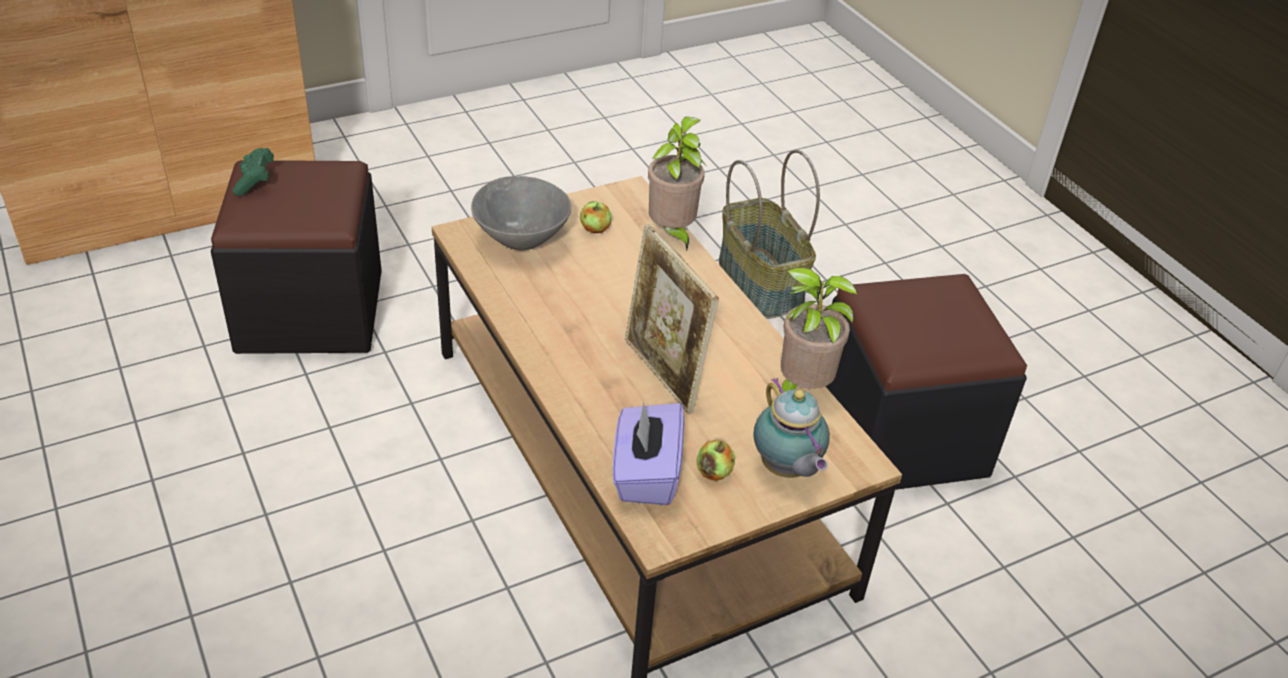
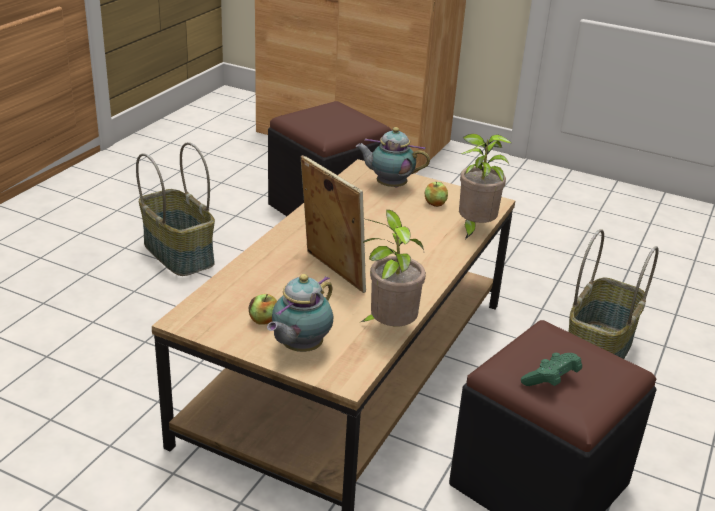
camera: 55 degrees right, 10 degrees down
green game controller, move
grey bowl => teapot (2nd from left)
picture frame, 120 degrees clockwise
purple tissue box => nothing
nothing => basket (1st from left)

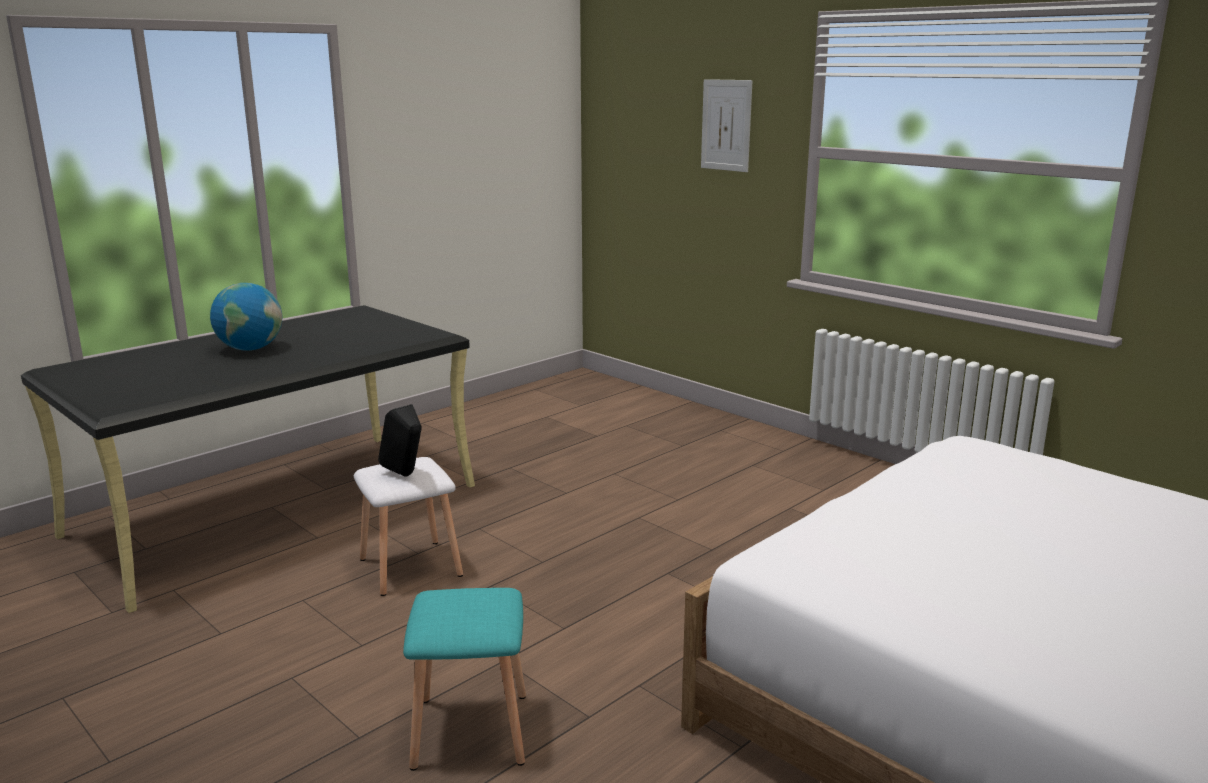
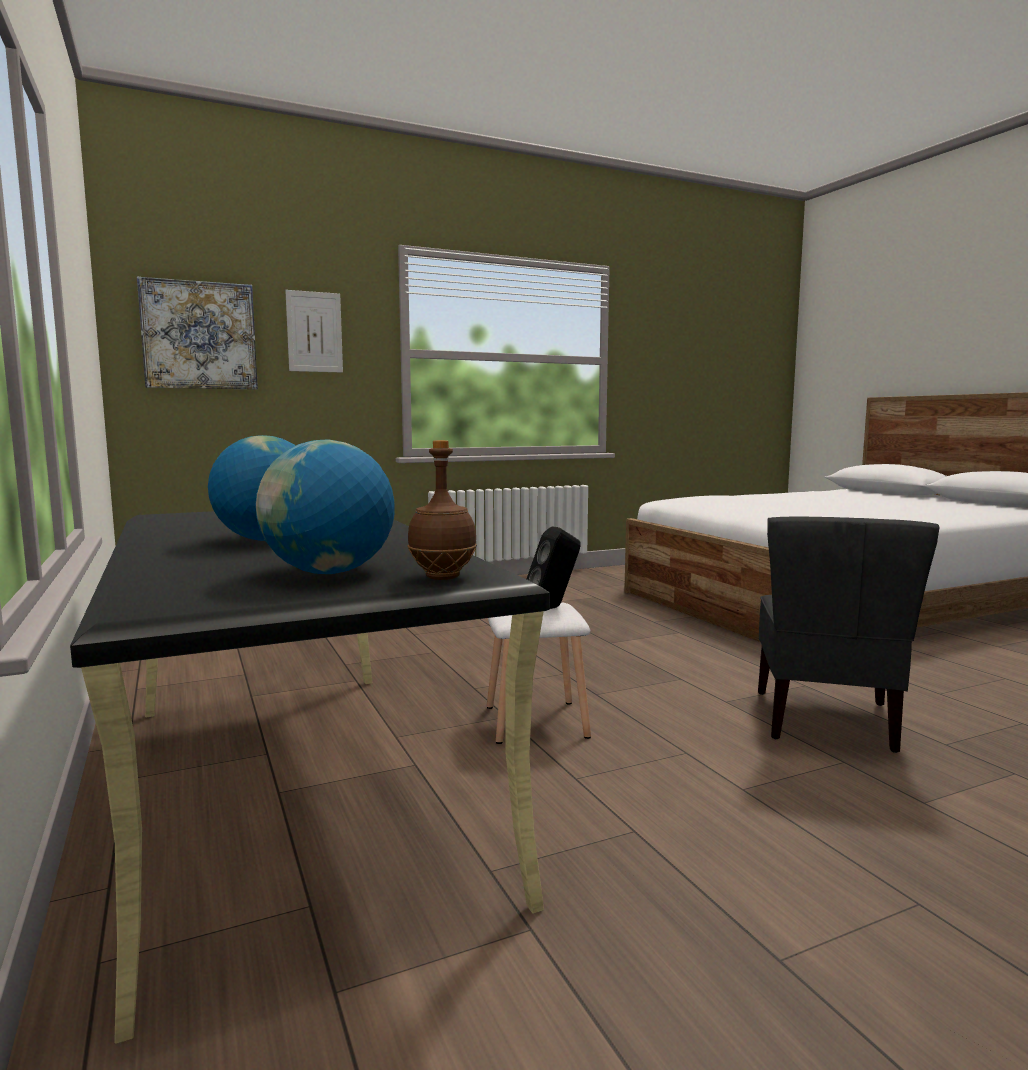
camera: 70 degrees left, 10 degrees down
turquoise stool => grey chair
nothing => picture (1st from left)
nothing => globe (2nd from left)
nothing => brown bottle

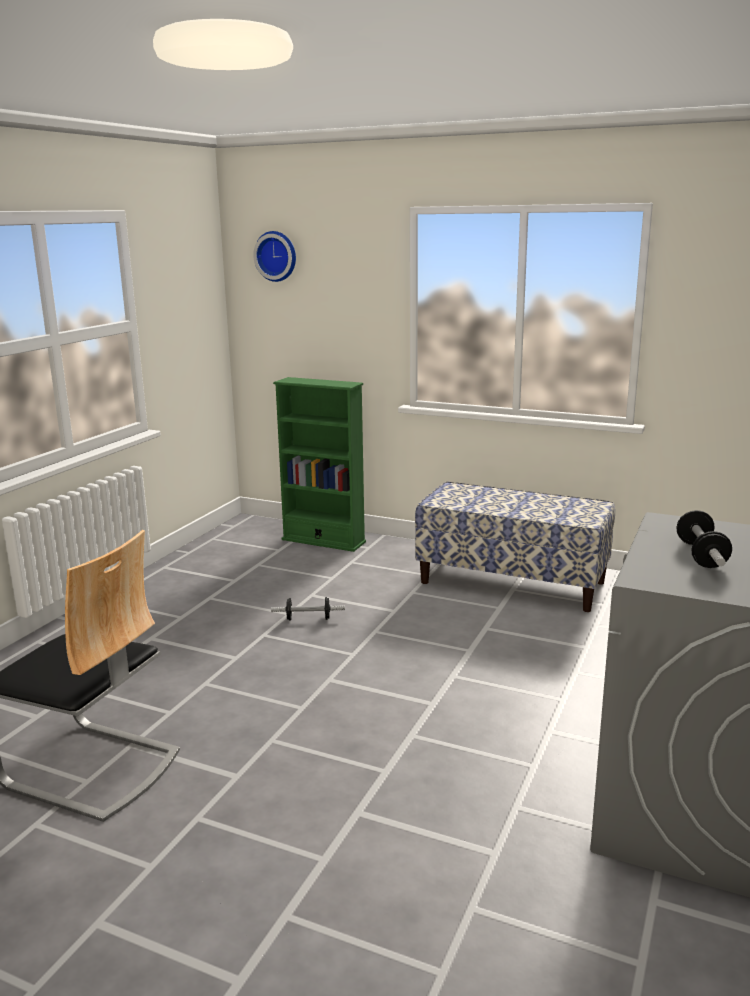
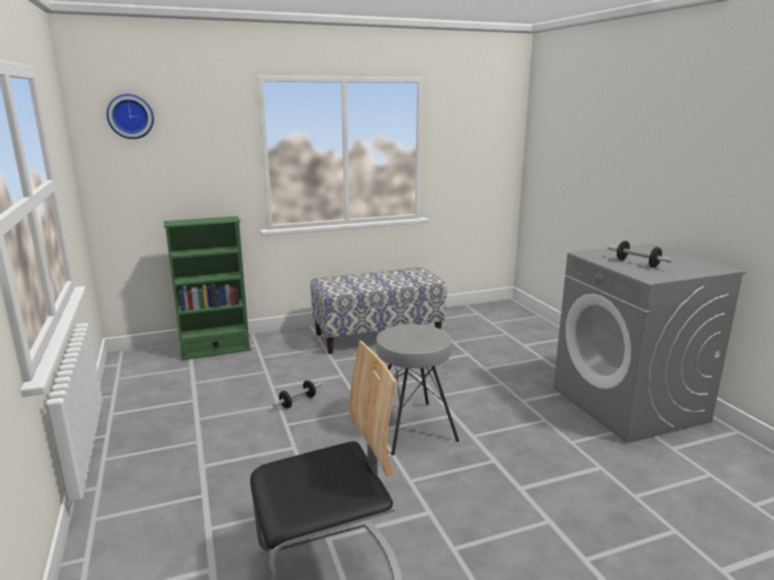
camera: 45 degrees left, 0 degrees up
nothing => grey stool

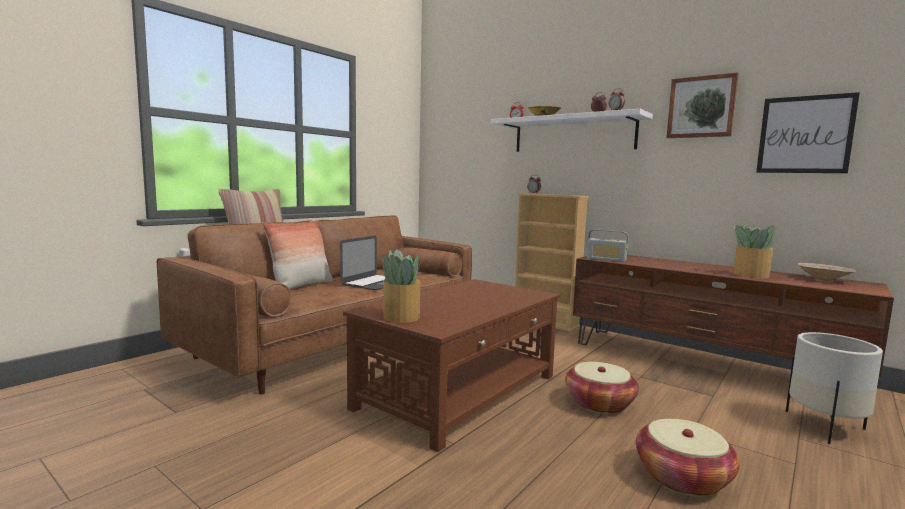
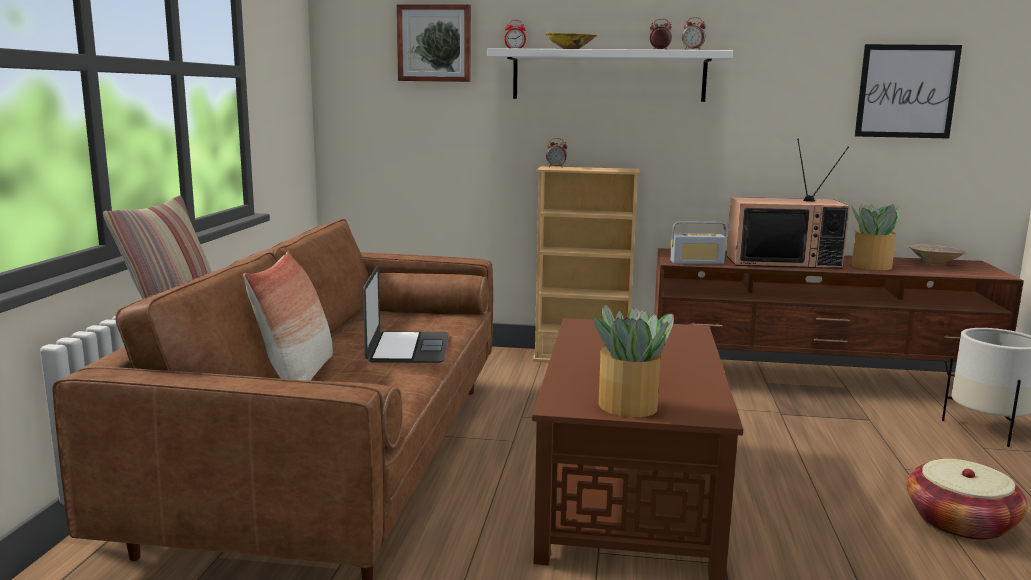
camera: 30 degrees left, 5 degrees up
picture (1st from left), move
basket (1st from left) => nothing
nothing => television

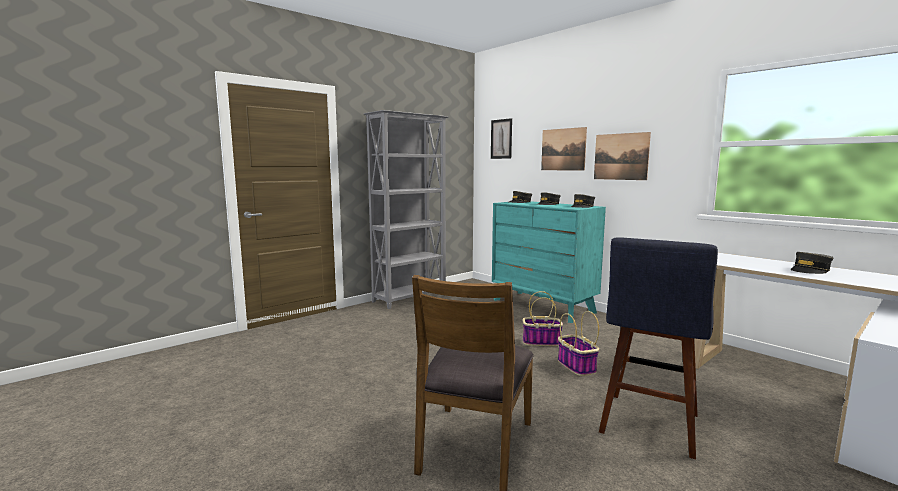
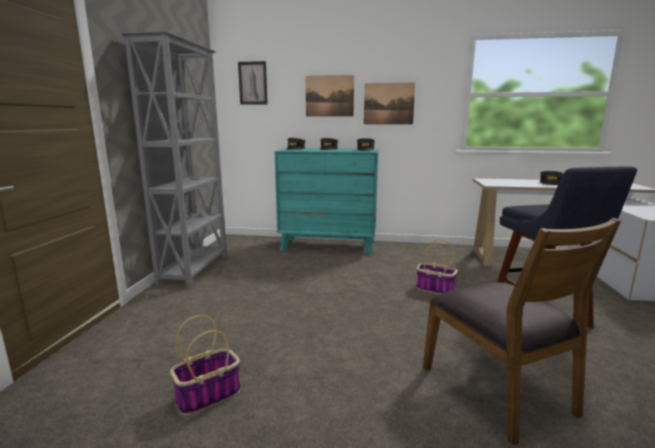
camera: 40 degrees left, 5 degrees up
basket (1st from left), move

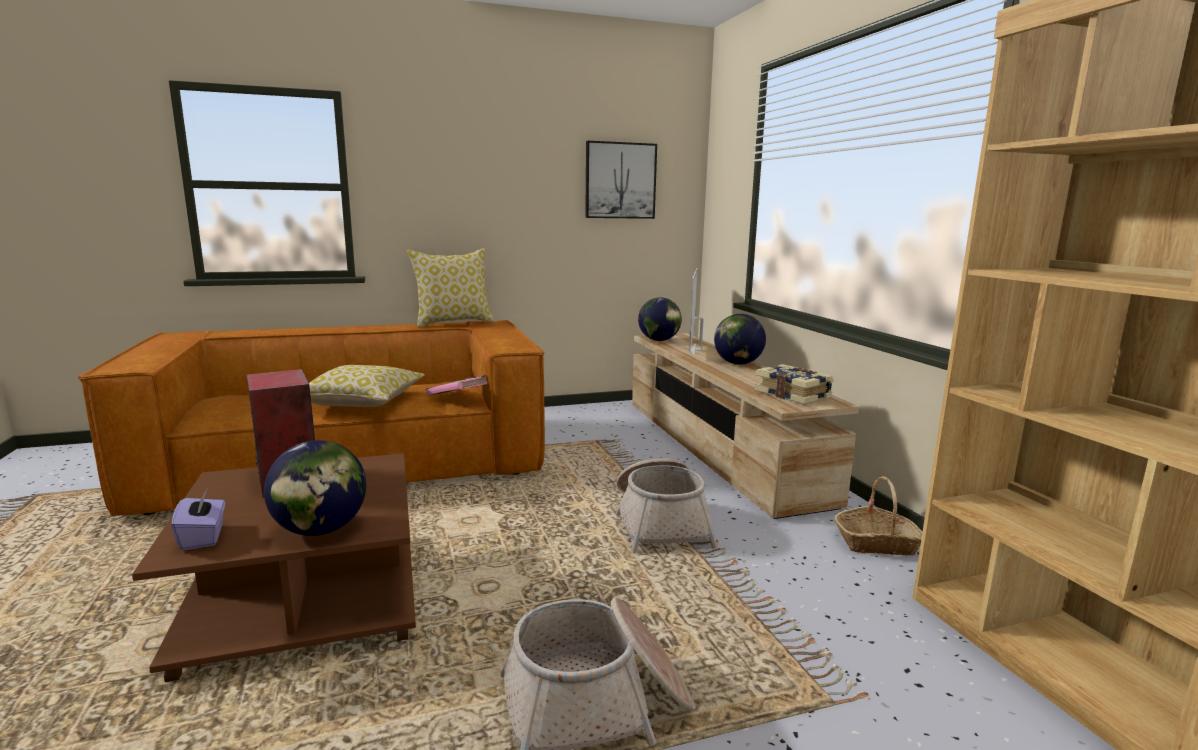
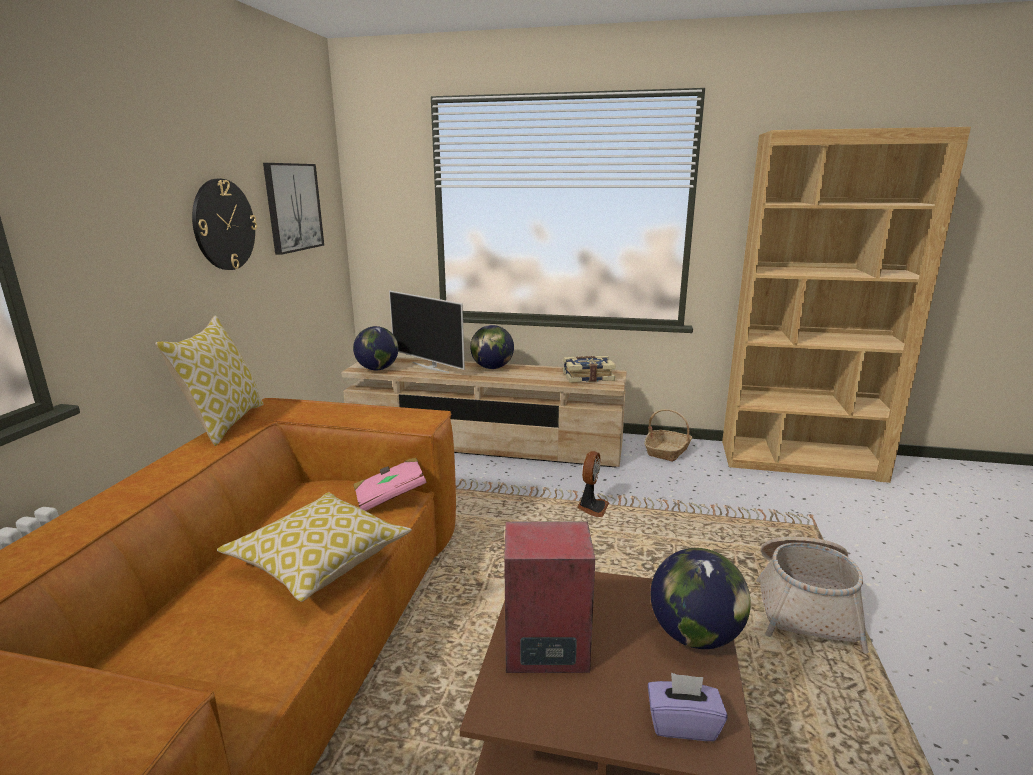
camera: 60 degrees left, 5 degrees up
basket (2nd from left) => fan
nothing => wall clock

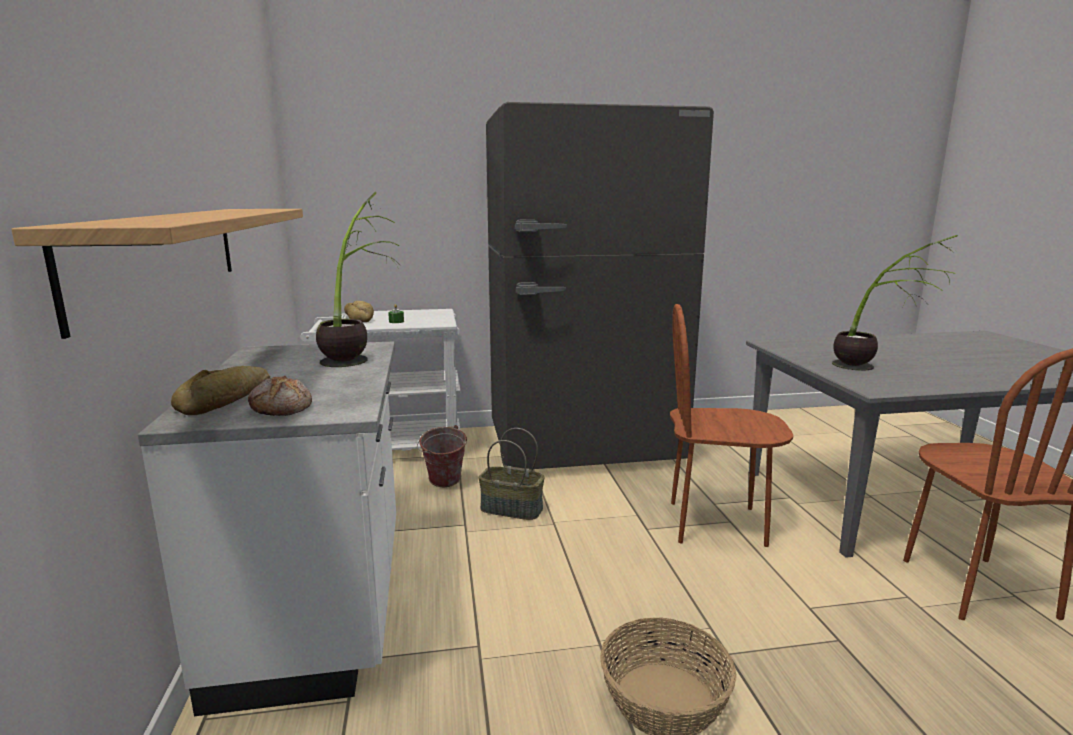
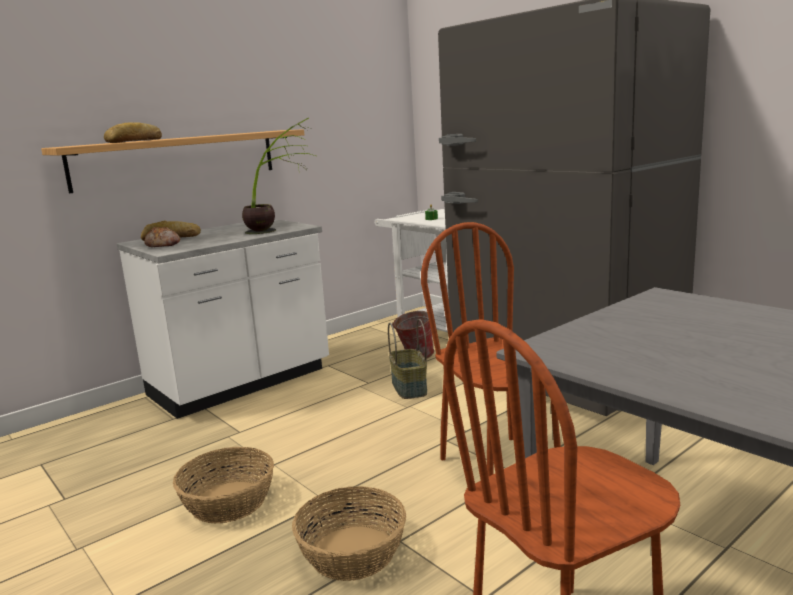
camera: 60 degrees right, 0 degrees up
potted plant (2nd from left) => nothing
bread (3rd from left in the first image) => bread (1st from left), move
nothing => basket (2nd from left)

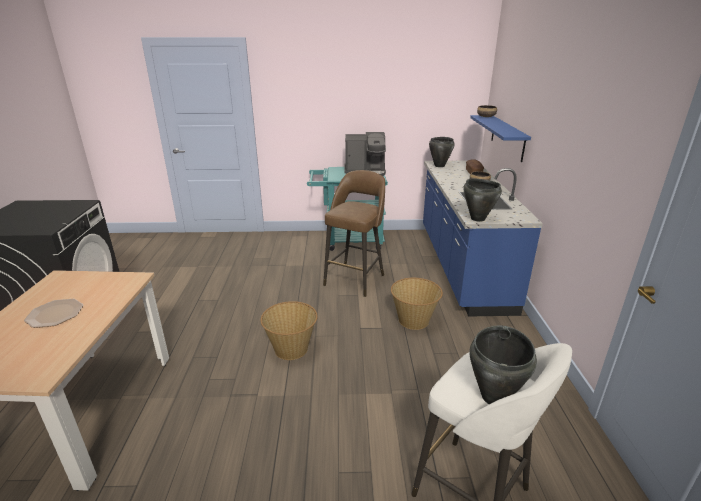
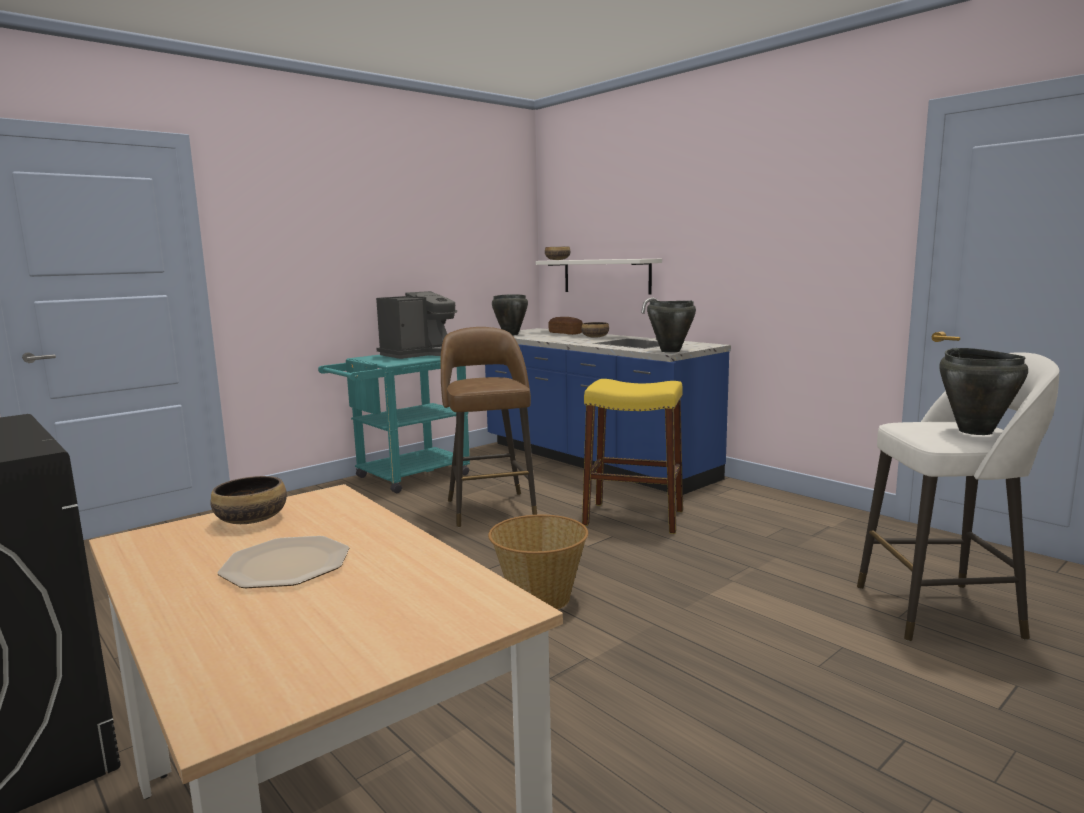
camera: 40 degrees left, 15 degrees down
blue shelf => white shelf
basket (2nd from left) => yellow stool
nothing => bowl (1st from left)

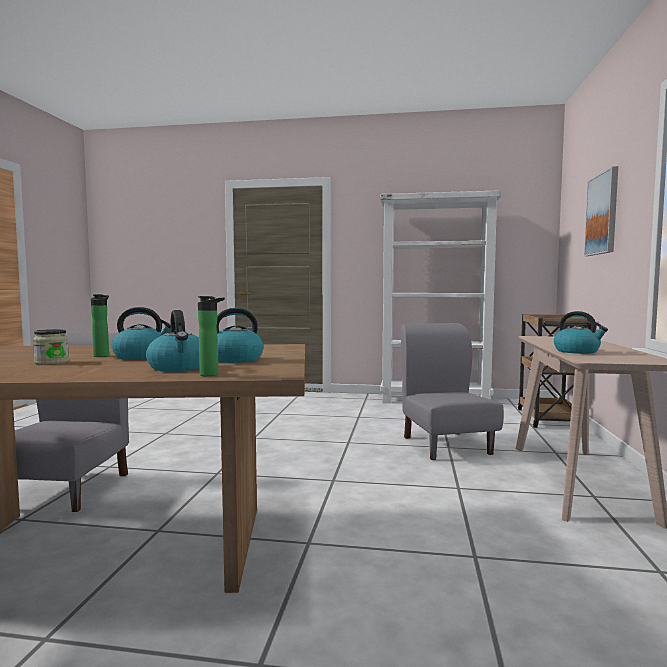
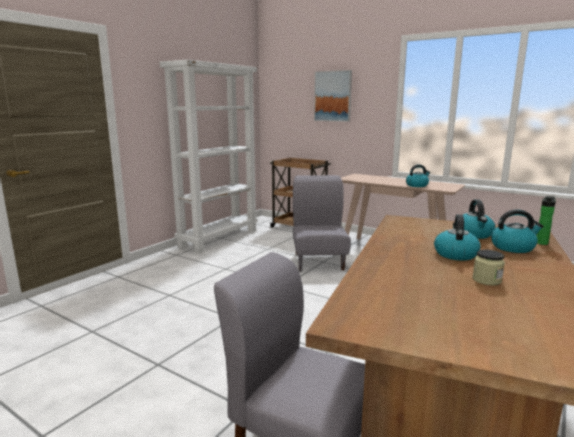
camera: 65 degrees left, 10 degrees up
bottle (1st from left) => nothing
grey chair (2nd from left), 75 degrees clockwise

